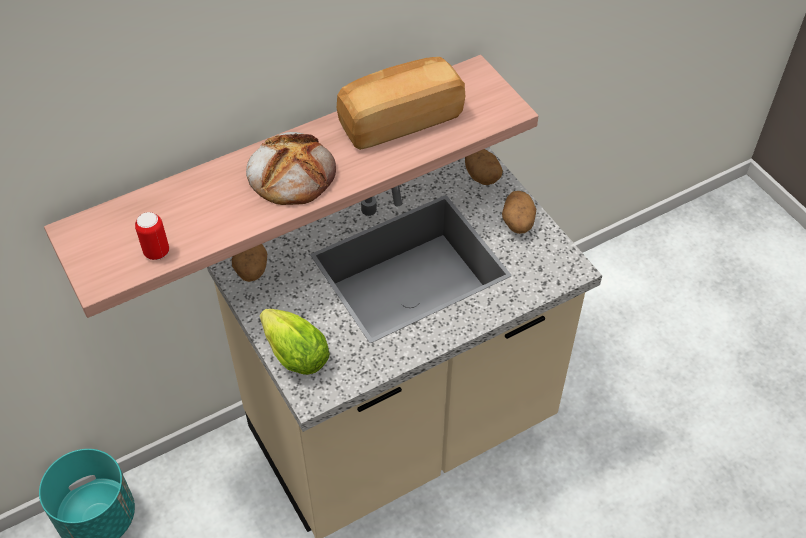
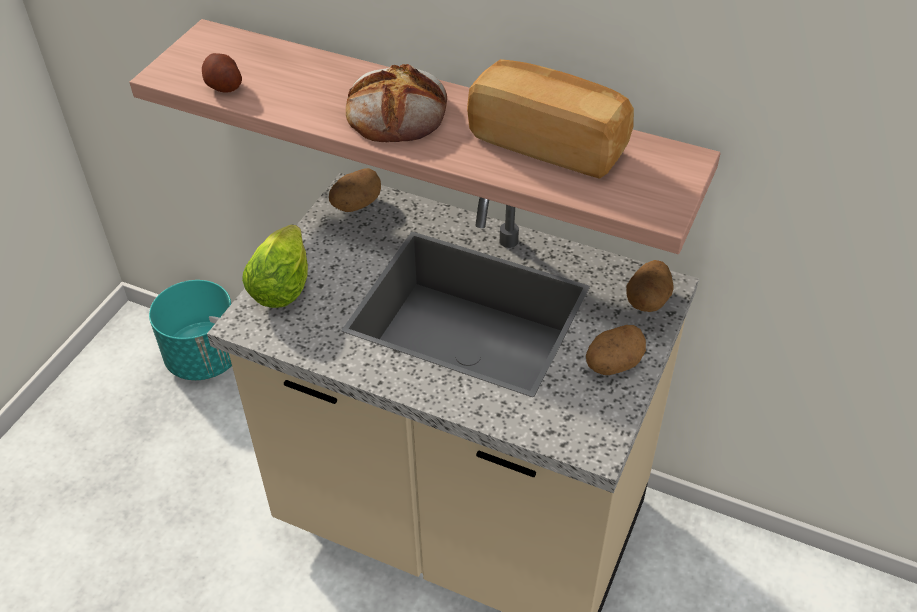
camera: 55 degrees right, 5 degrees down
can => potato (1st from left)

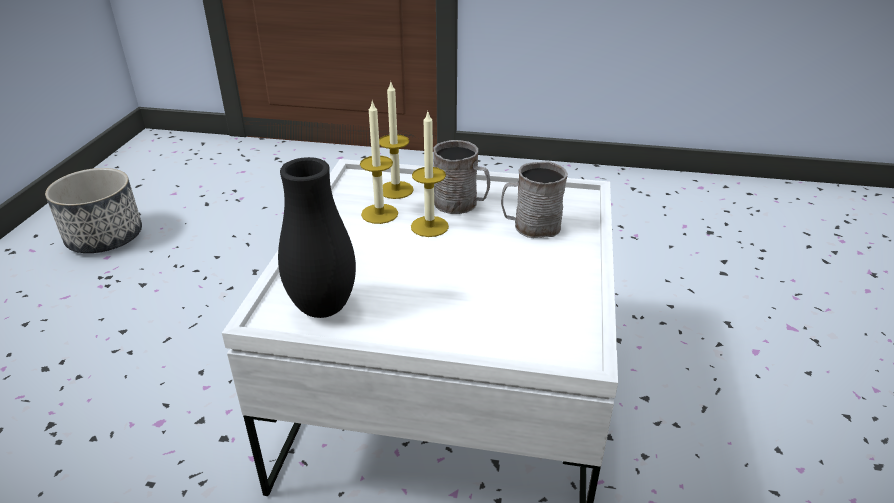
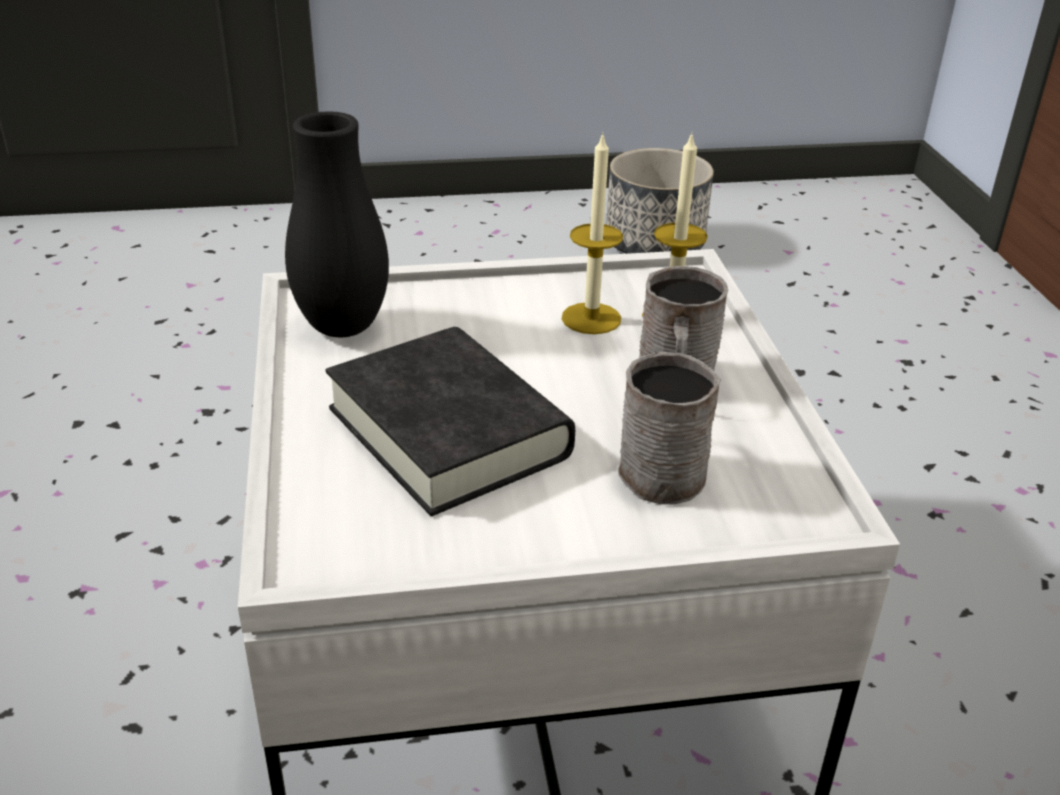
camera: 70 degrees right, 0 degrees up
candle (3rd from left) => nothing
nothing => black book

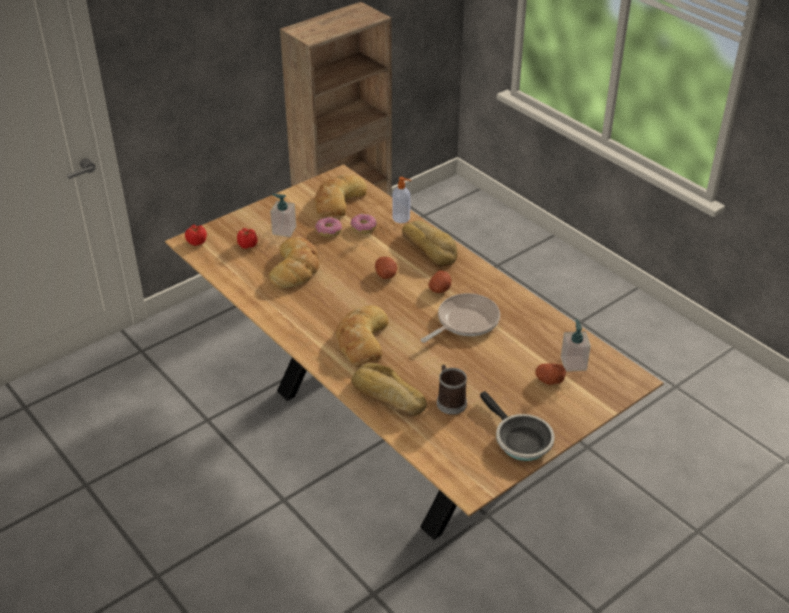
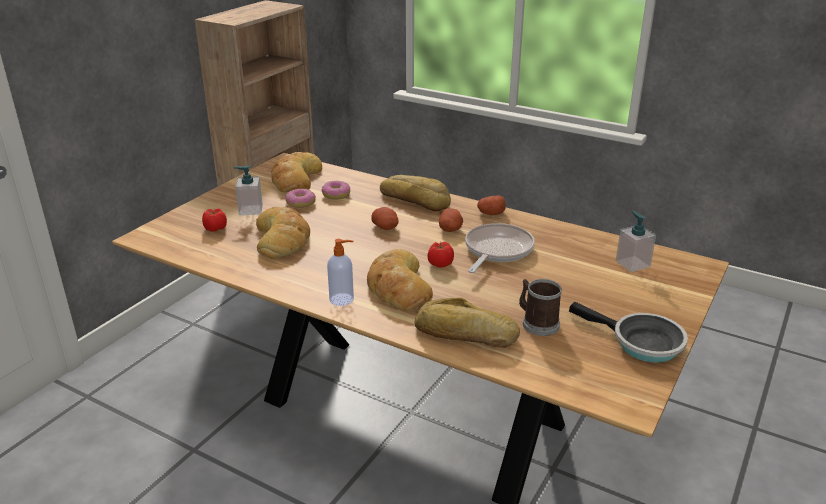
camera: 20 degrees left, 10 degrees down
soap dispenser (2nd from left), move
tomato (1st from left in the first image) => tomato (2nd from left), move
potato (3rd from left), move

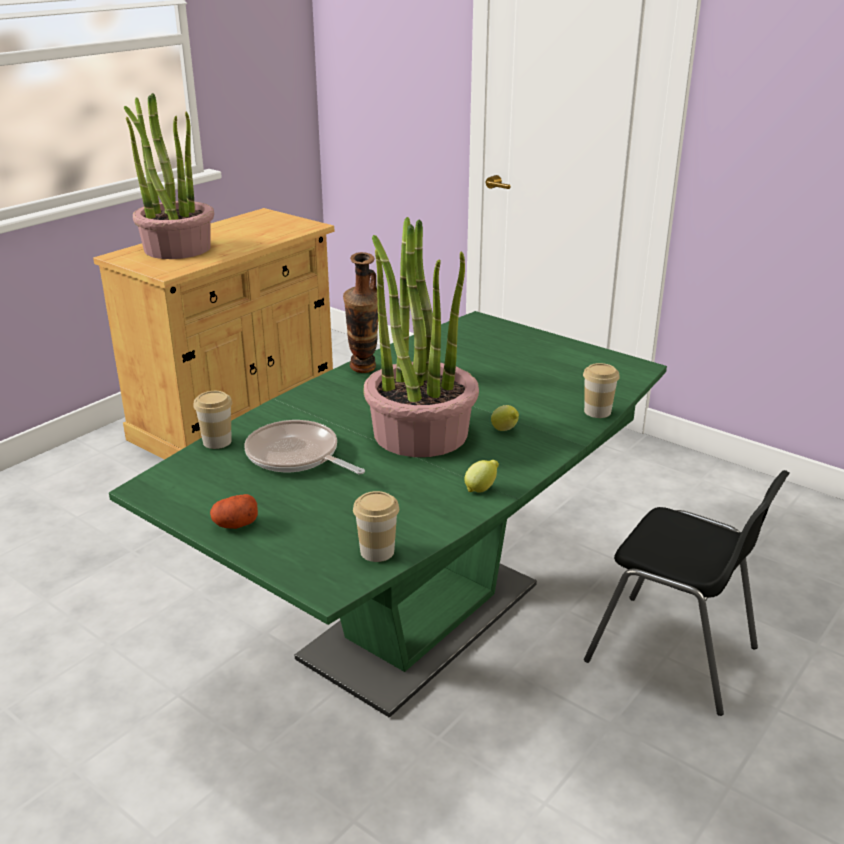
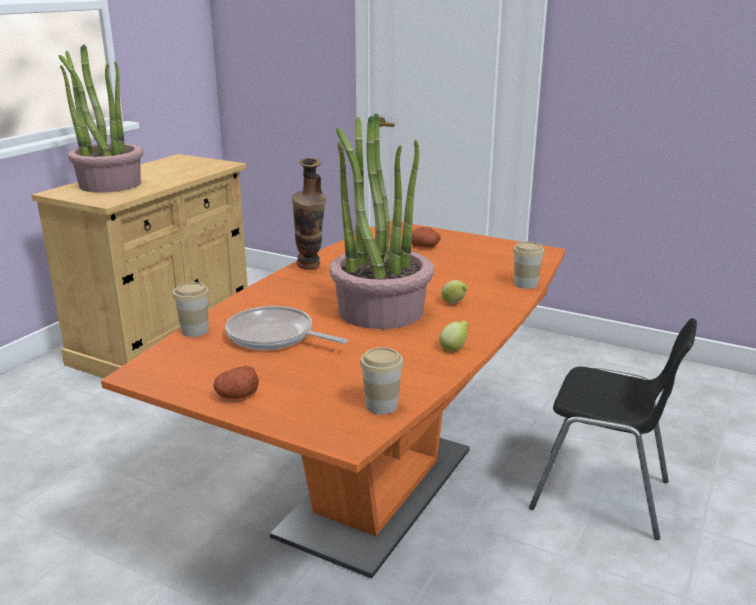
camera: 10 degrees left, 5 degrees down
green dining table => orange dining table
nothing => potato (2nd from left)

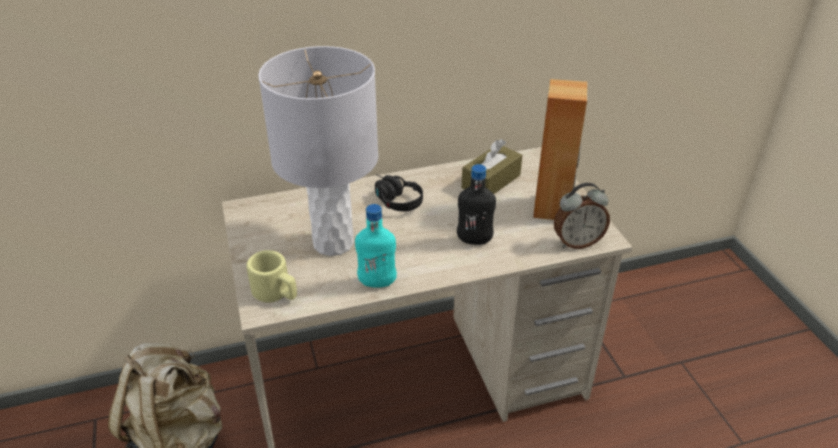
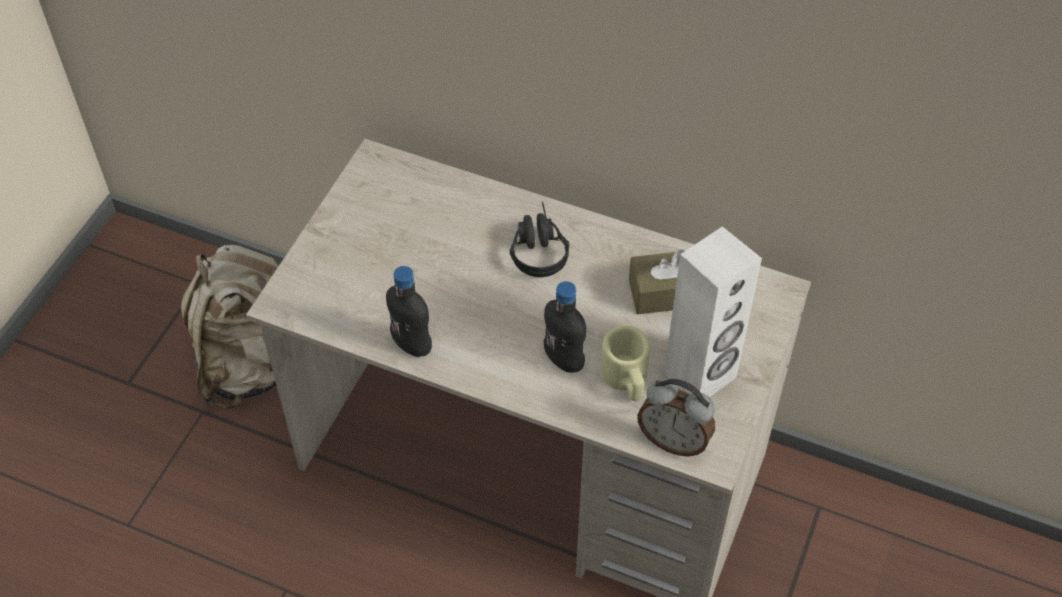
camera: 40 degrees right, 15 degrees up
grey table lamp => nothing
brown speaker => white speaker
turquoise bottle => black bottle (1st from left)
beige mug, move

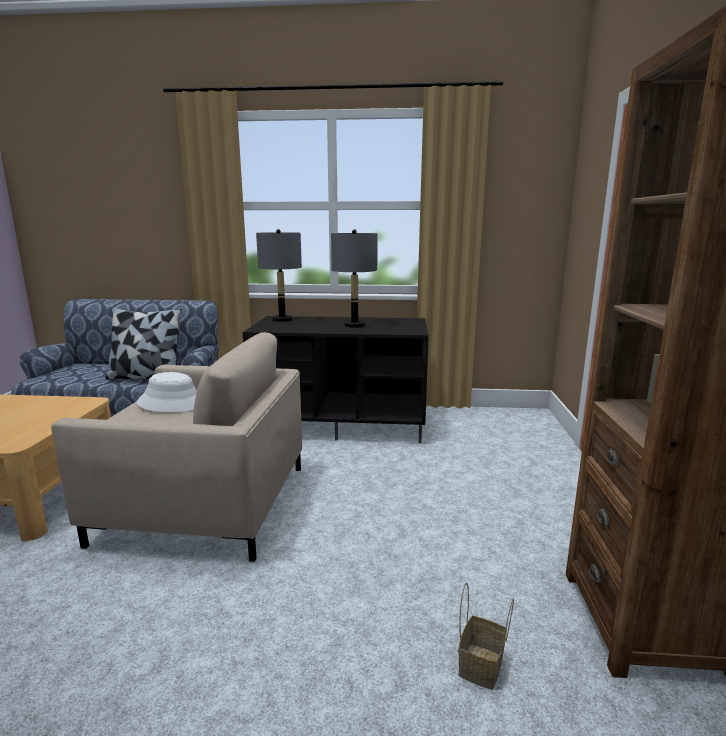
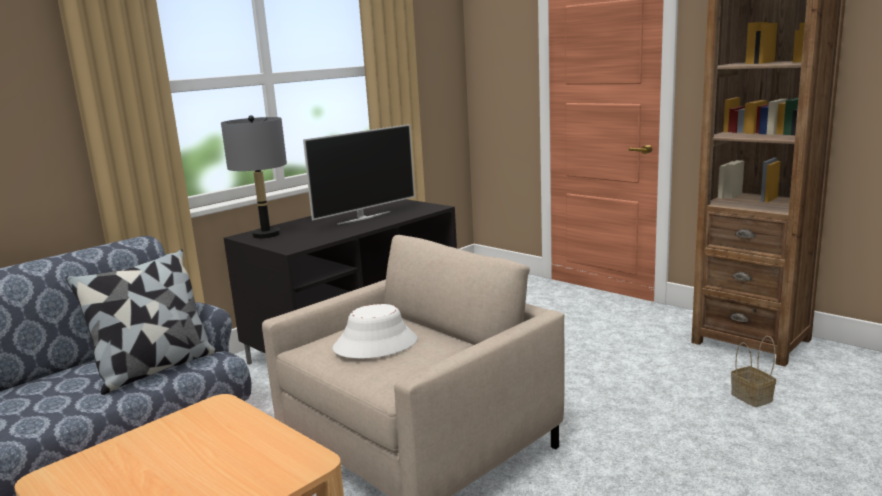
camera: 50 degrees left, 0 degrees up
grey table lamp (2nd from left) => television

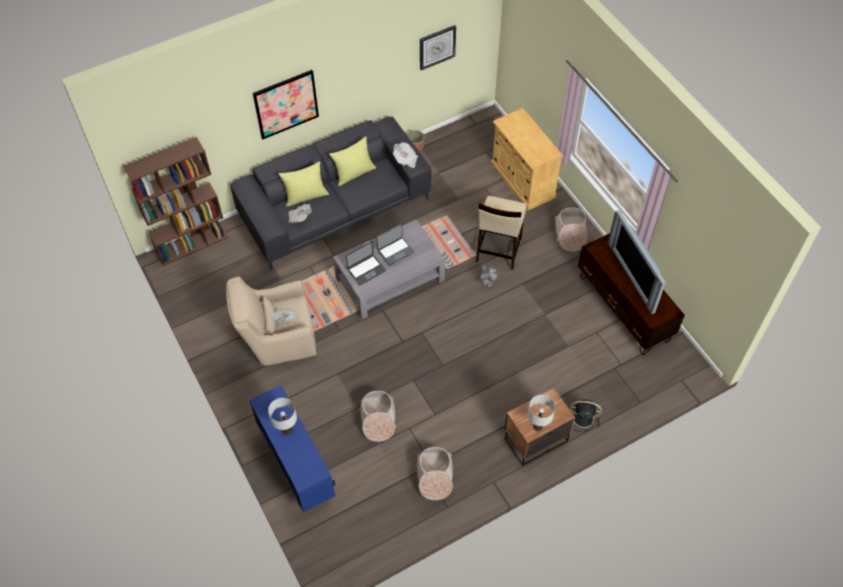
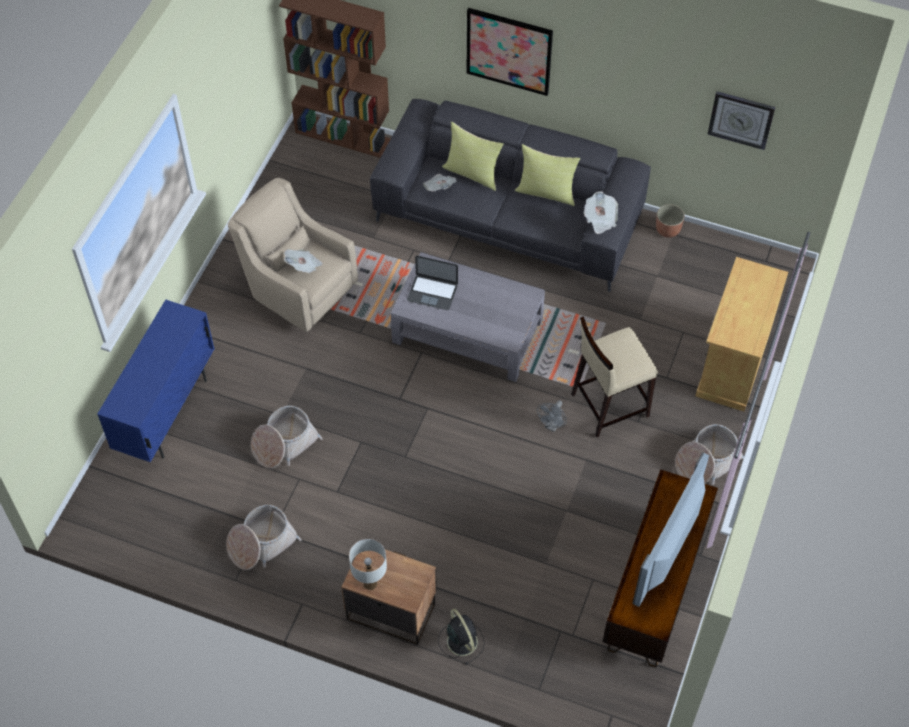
camera: 50 degrees right, 0 degrees up
laptop (2nd from left) => nothing
white table lamp (1st from left) => nothing

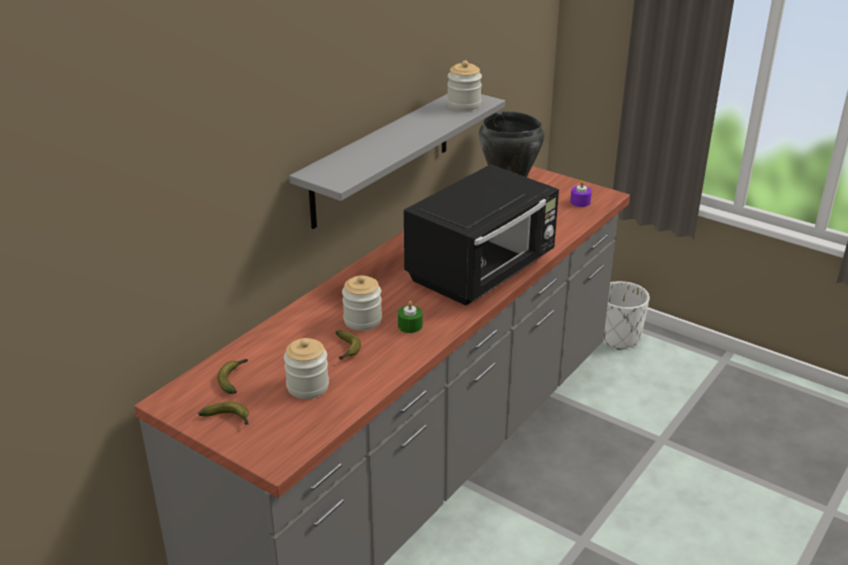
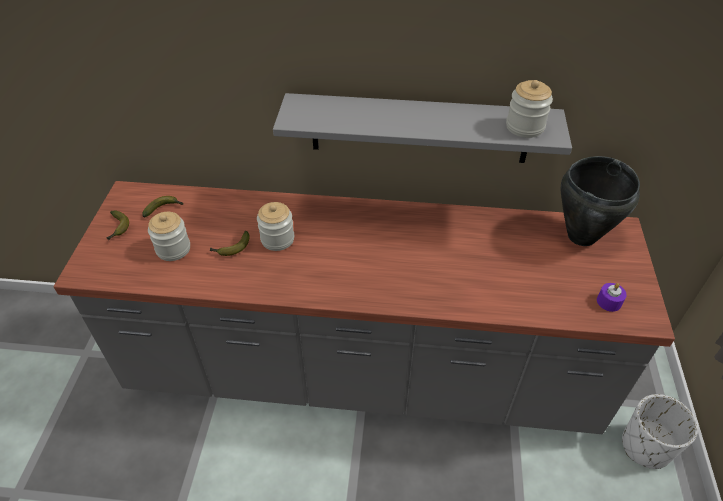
camera: 60 degrees right, 15 degrees up
black microwave => nothing
green candle => nothing

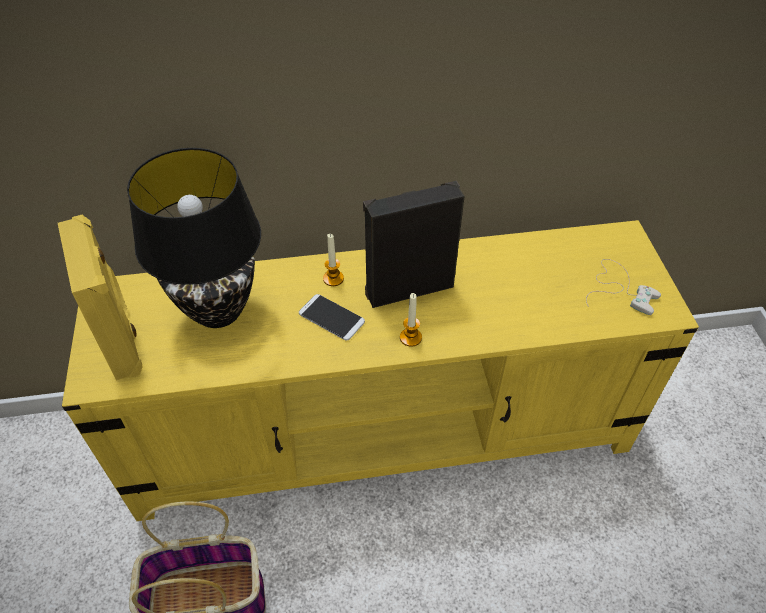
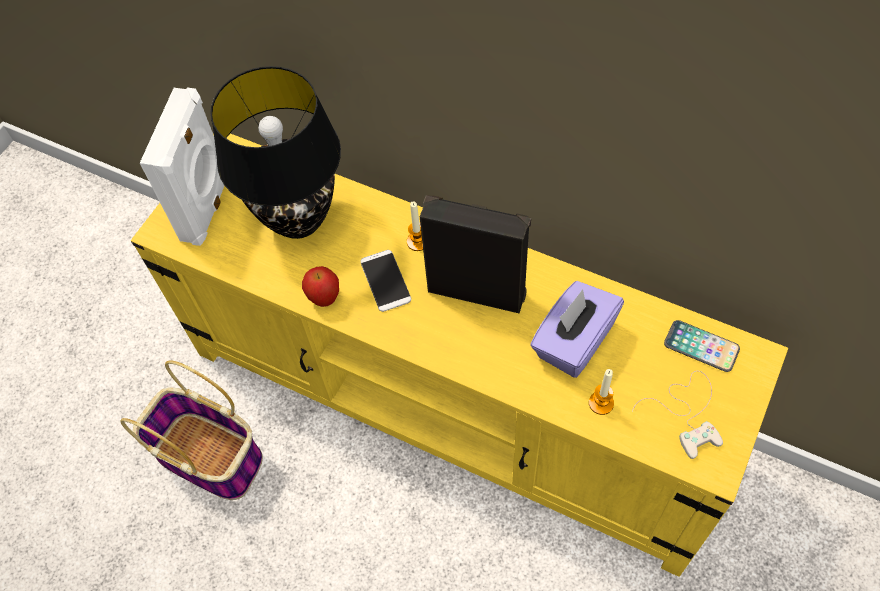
camera: 40 degrees right, 10 degrees up
yellow speaker => white speaker
candle (2nd from left), move
nothing => apple
nothing => purple tissue box
nothing => phone (2nd from left)

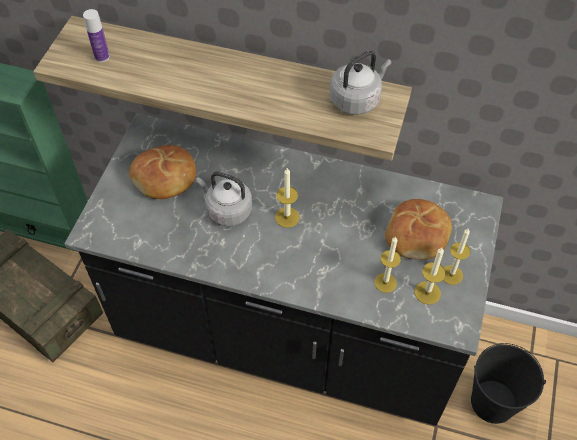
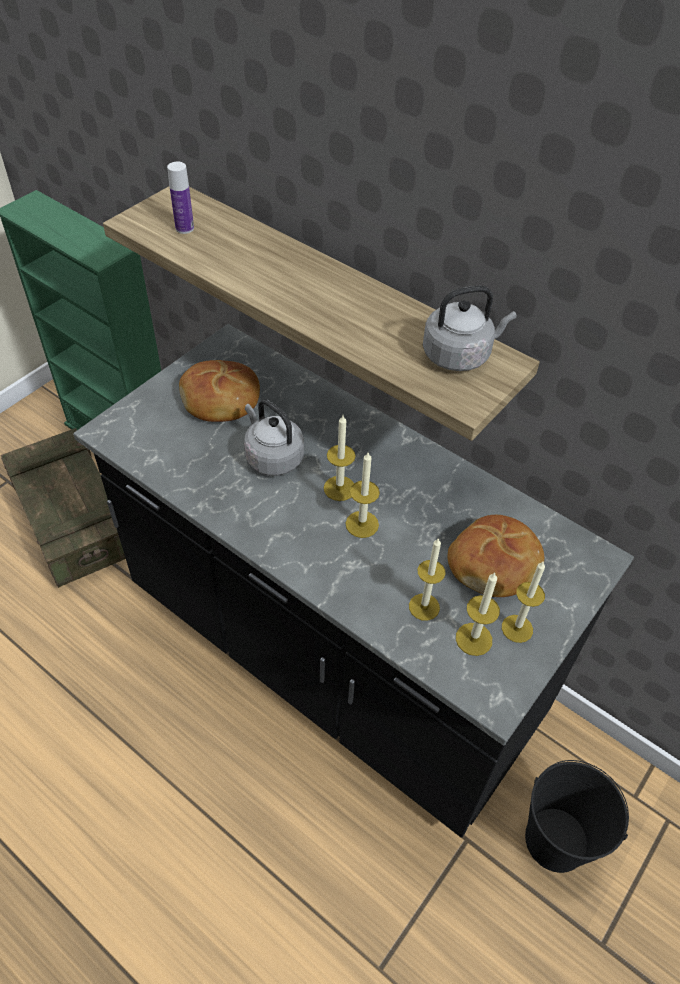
camera: 20 degrees right, 5 degrees down
nothing => candle (2nd from left)

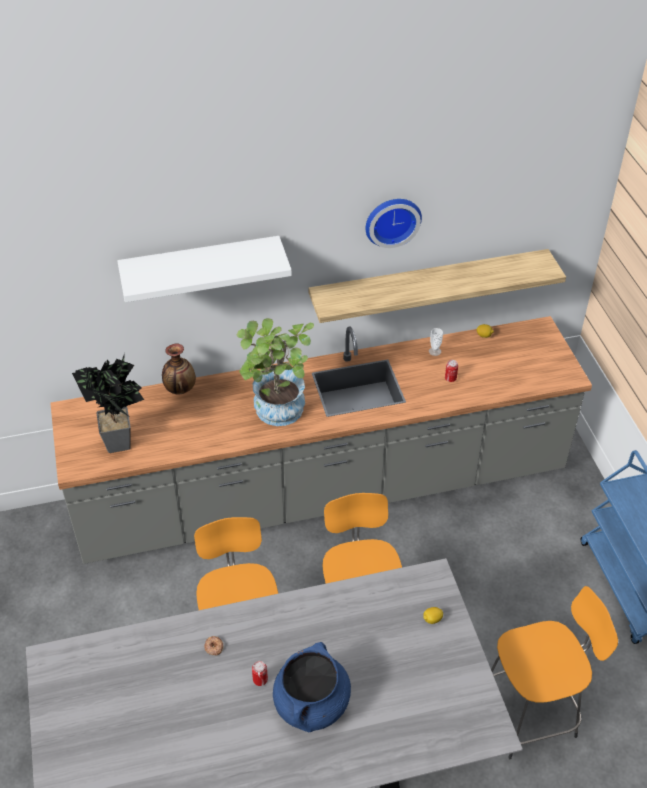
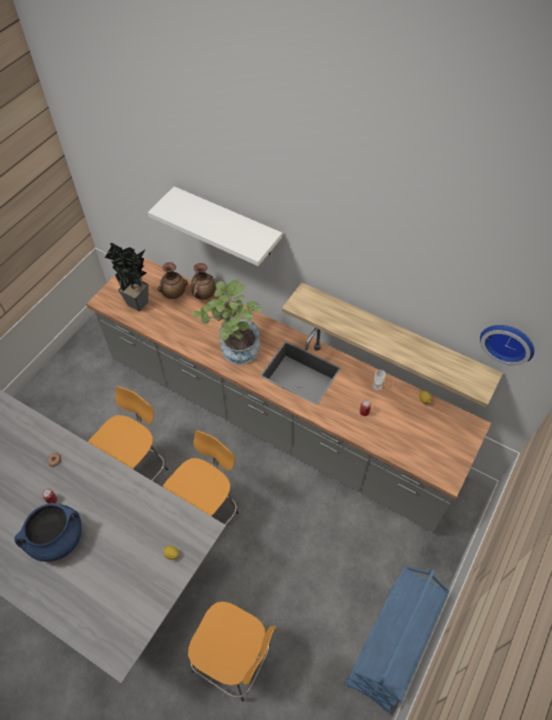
camera: 45 degrees right, 10 degrees up
wall clock, move
nothing => vase (1st from left)

